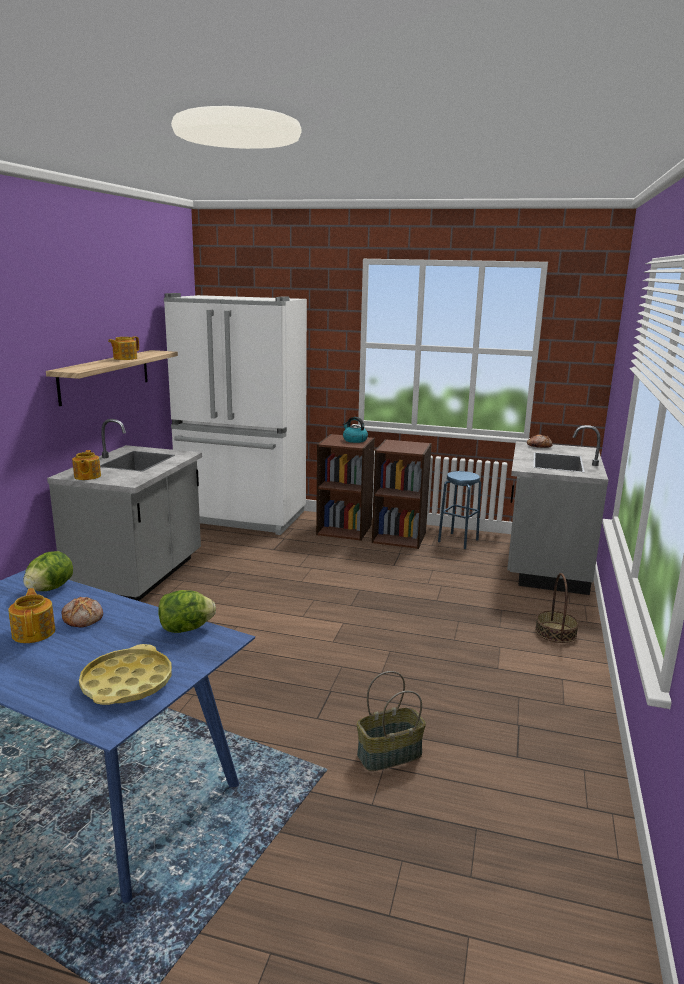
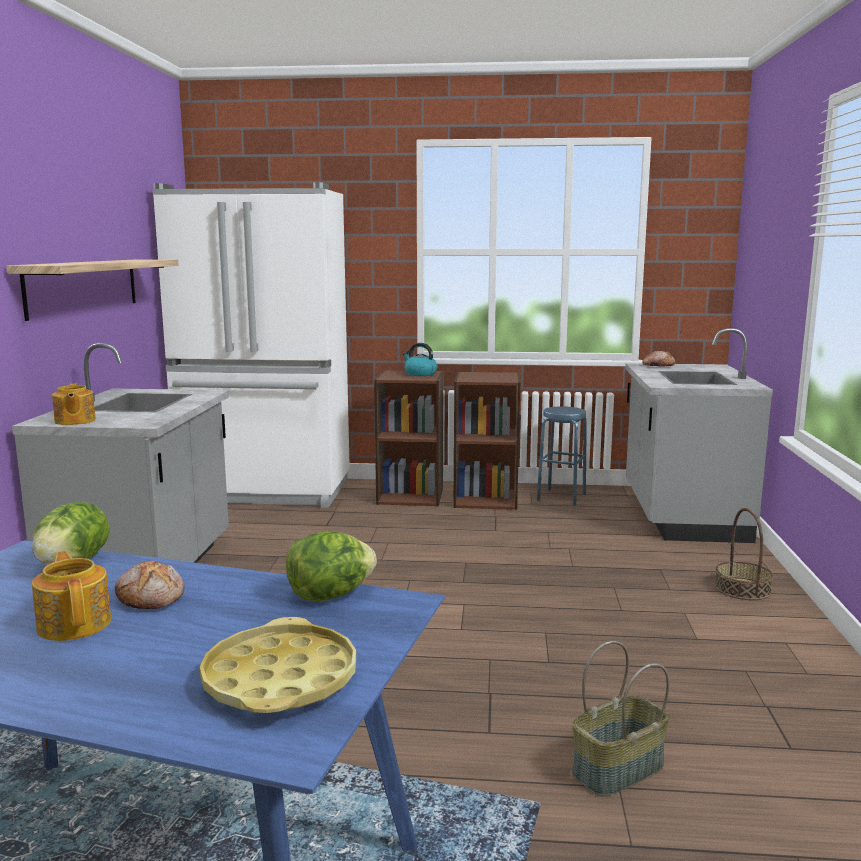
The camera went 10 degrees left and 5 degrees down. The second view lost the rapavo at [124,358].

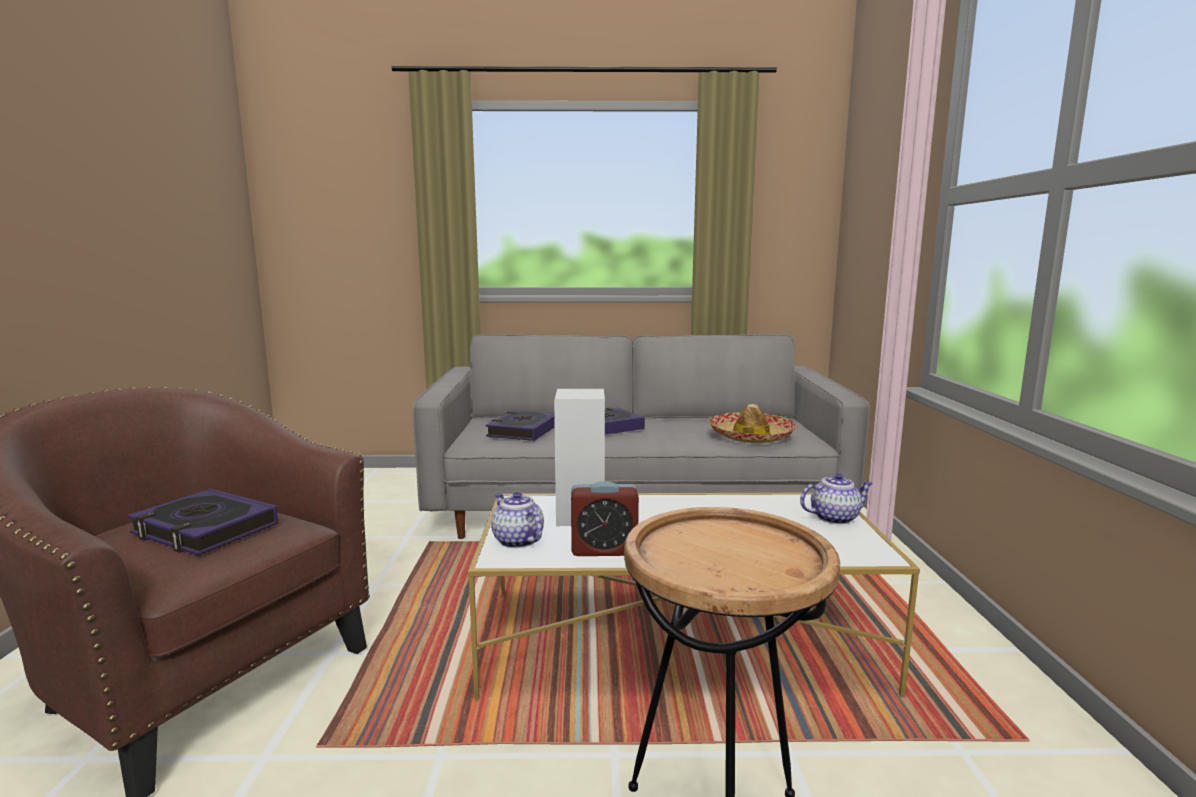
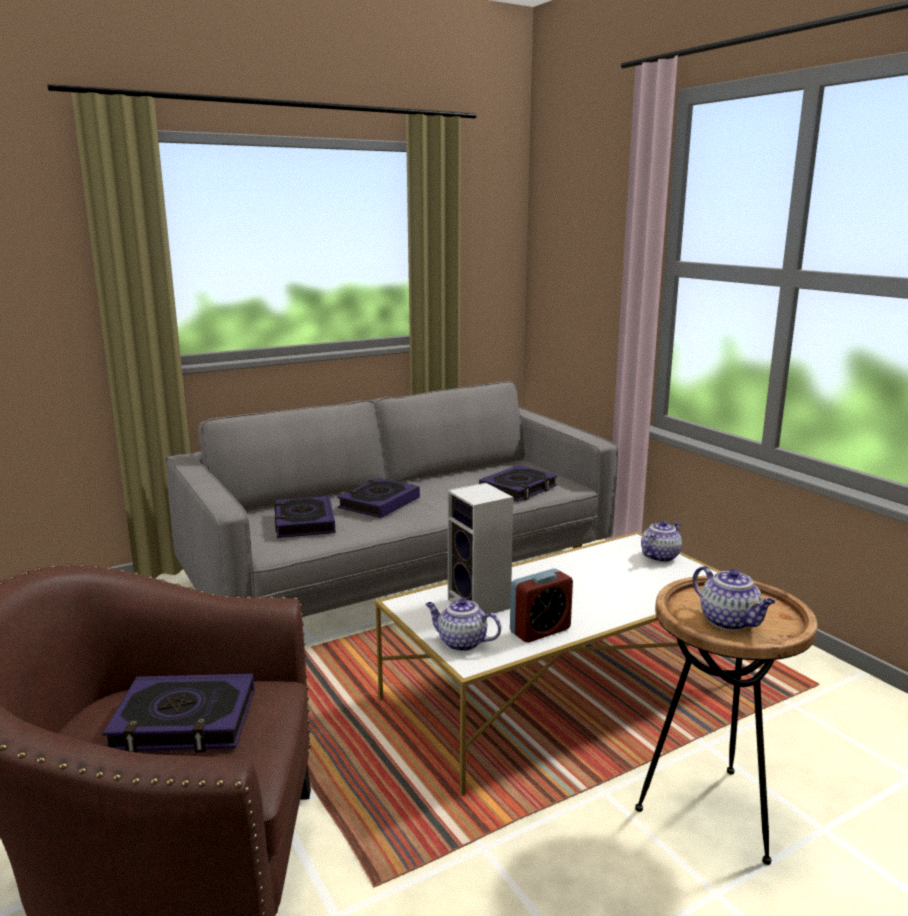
The camera went 30 degrees left and 5 degrees up. Where the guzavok stood at [750,436], the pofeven came to stand at [518,489]. The second view gained the rapavo at [730,621].

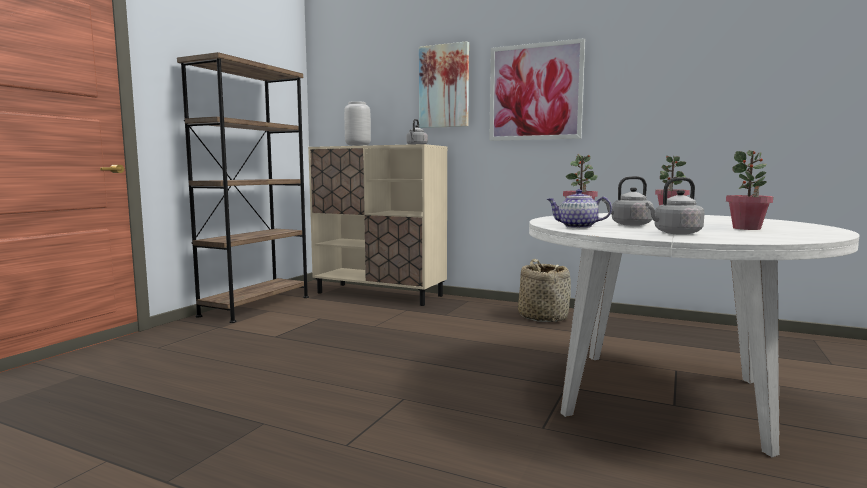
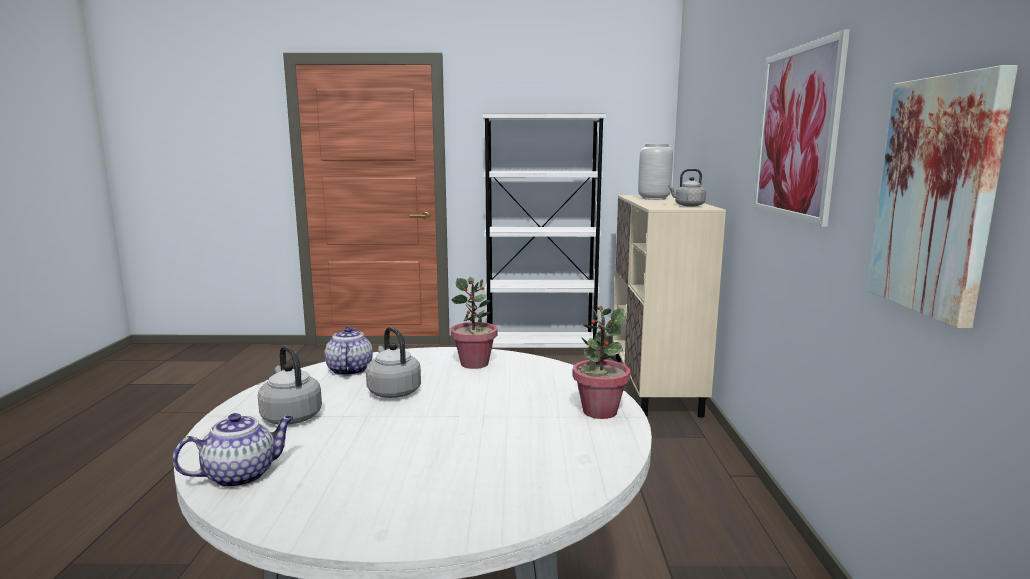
The camera went 65 degrees right and 5 degrees up. What was the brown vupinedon at [256,306] turned into the white vupinedon at [540,353]. The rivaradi ended up elsewhere, having gone from [444,86] to [937,196]. The second view lost the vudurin at [543,317]. The second view lost the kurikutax at [746,228]. The second view gained the rapavo at [241,475].

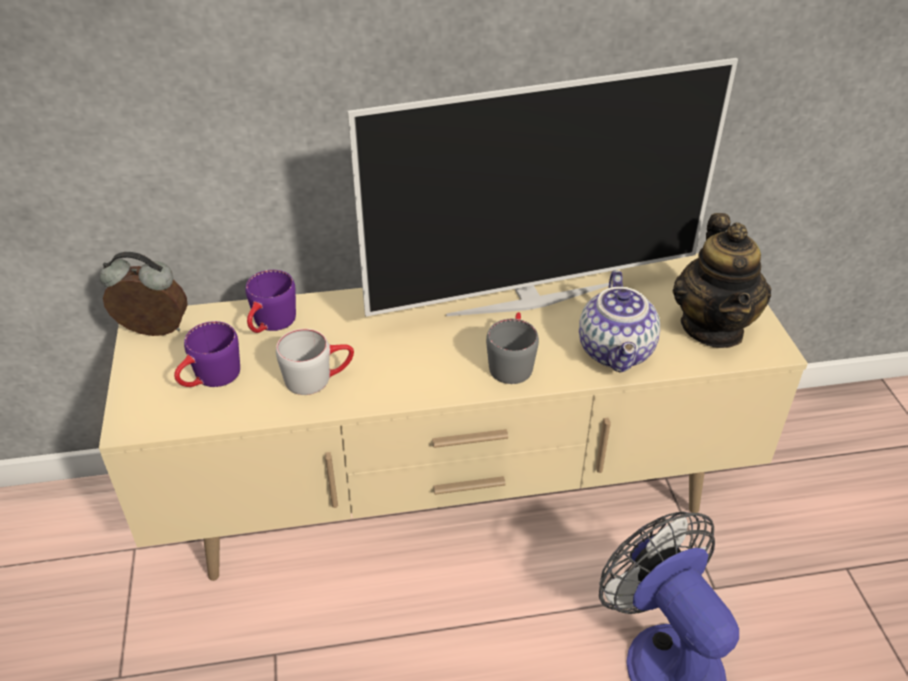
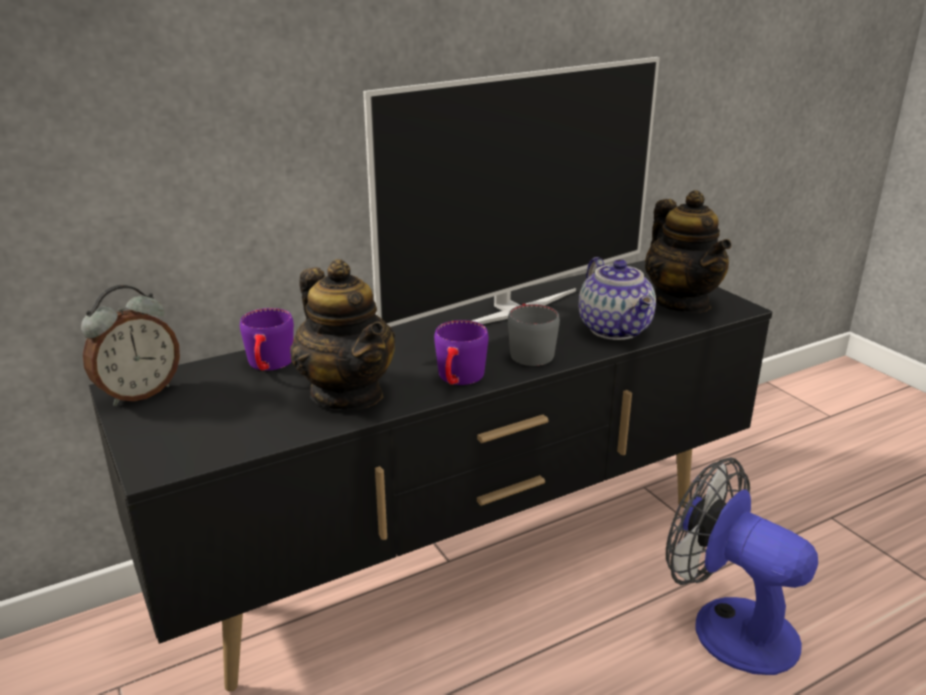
The camera went 20 degrees left and 15 degrees down. What was the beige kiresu at [455,503] turned into the black kiresu at [463,552]. The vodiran at [153,333] ended up facing another way, 150 degrees clockwise from before. The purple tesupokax ended up elsewhere, having gone from [210,379] to [459,380]. Where the grey tesupokax stood at [318,378], the rapavo came to stand at [347,394].

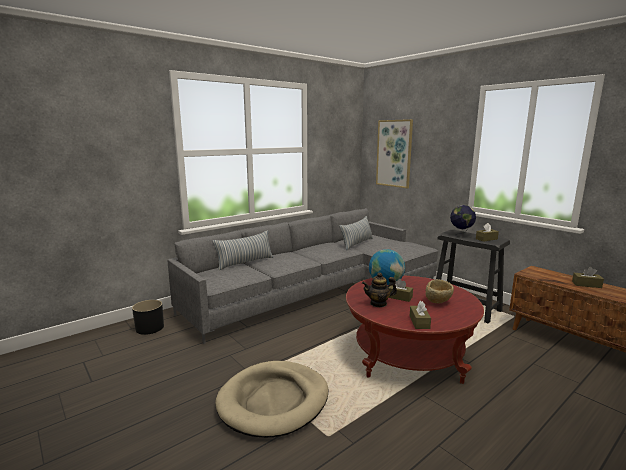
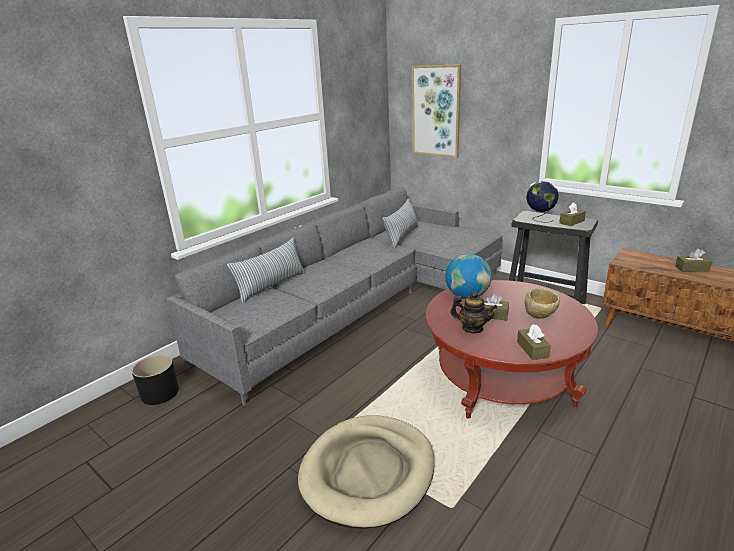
The camera went 10 degrees left and 10 degrees up. The rapavo at [378,303] ended up facing another way, 135 degrees counterclockwise from before.

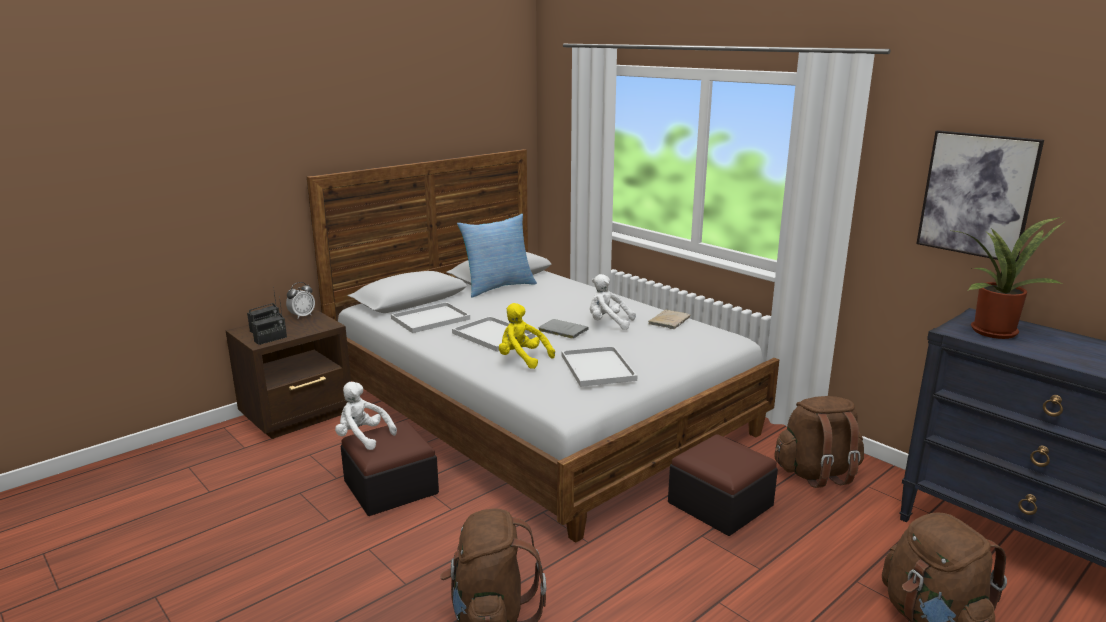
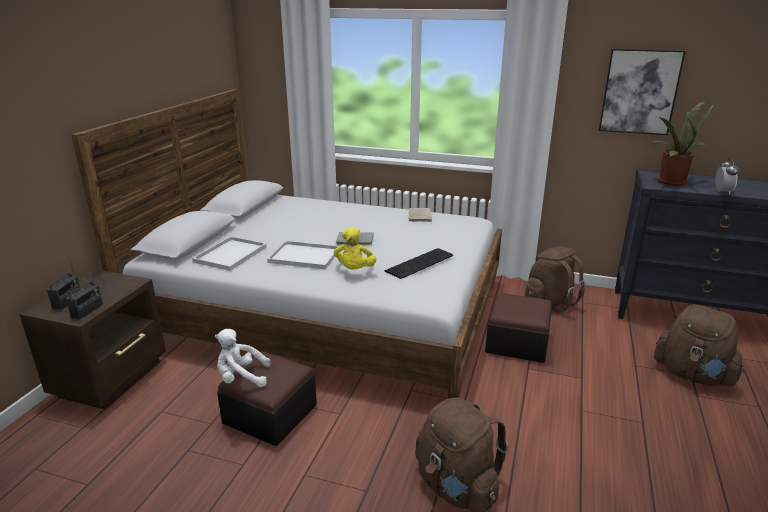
The camera went 30 degrees left and 5 degrees up. The vodiran ended up elsewhere, having gone from [302,316] to [722,192]. The second view lost the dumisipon at [498,287]. The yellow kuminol at [522,359] ended up facing another way, 90 degrees counterclockwise from before. Where the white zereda stood at [599,368], the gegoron came to stand at [421,263]. The second view lost the white kuminol at [608,323].

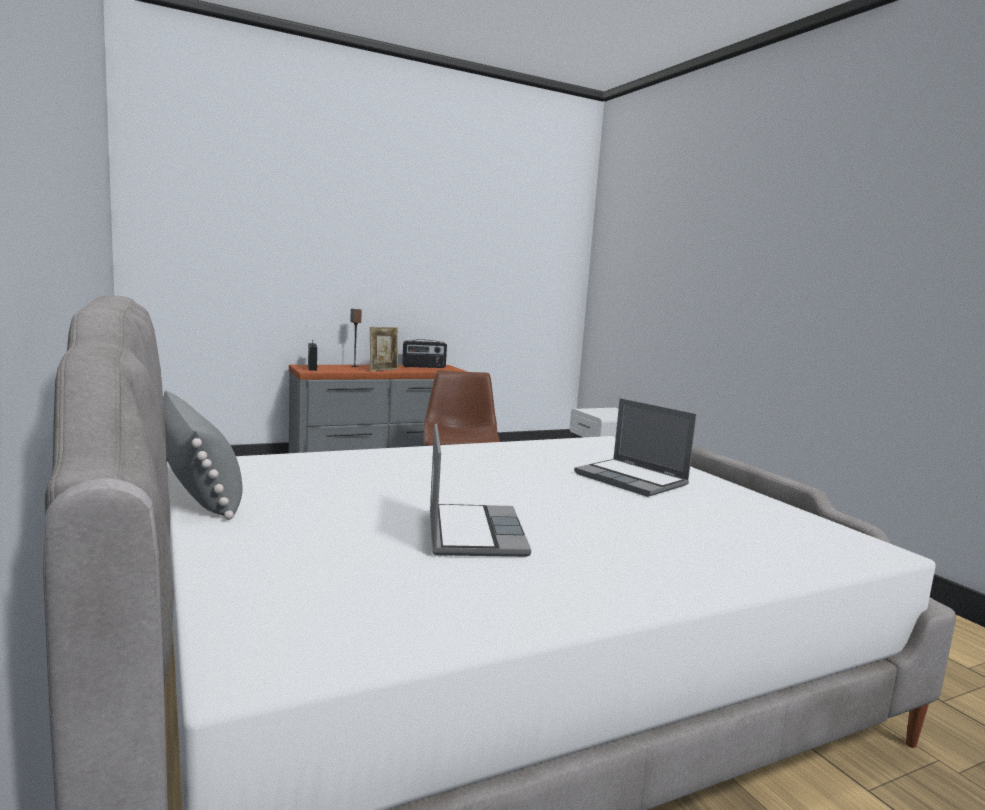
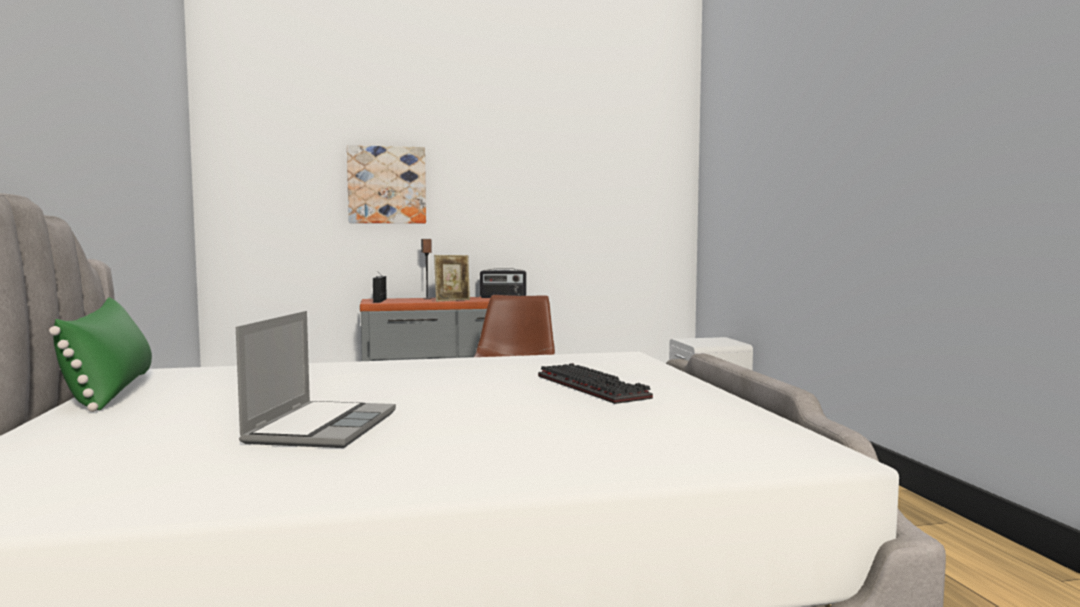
The camera went 15 degrees right and 5 degrees down. What was the grey dumisipon at [200,490] turned into the green dumisipon at [111,390]. Where the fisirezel stood at [632,480], the gegoron came to stand at [595,387]. The second view gained the rivaradi at [387,185].

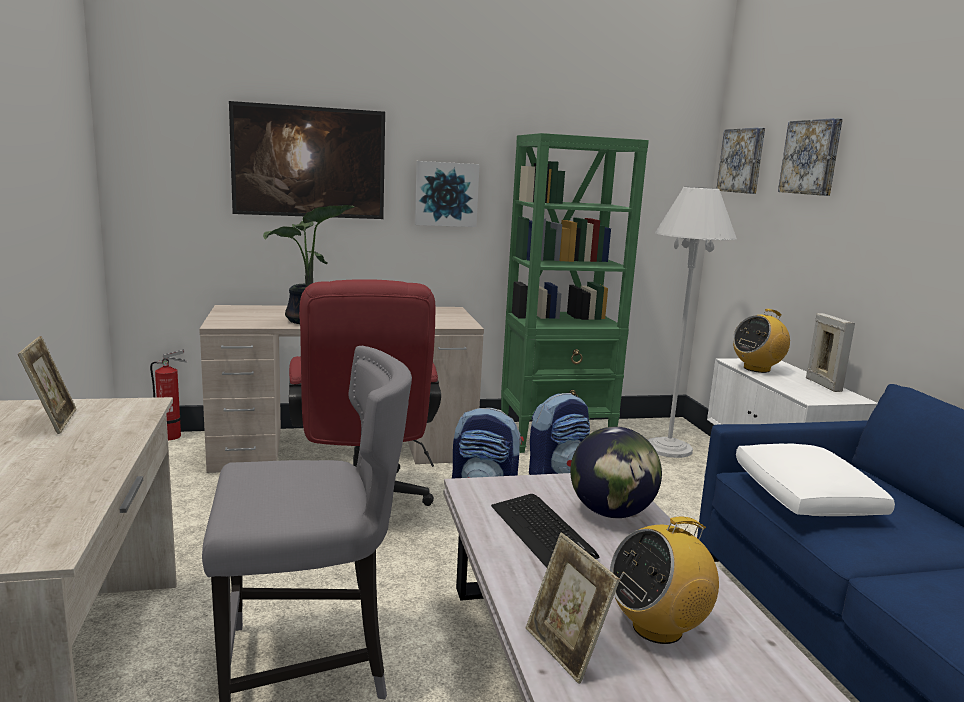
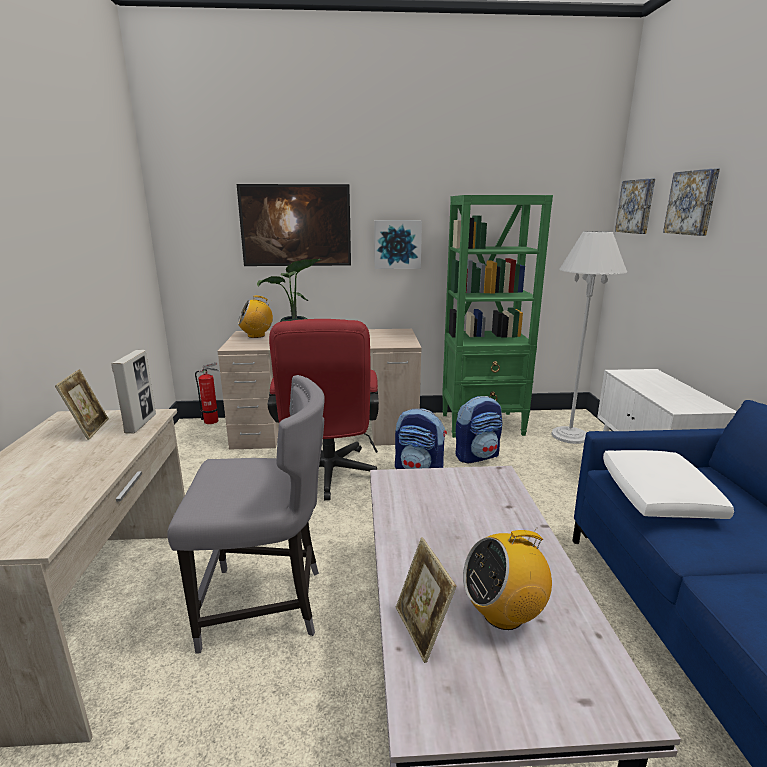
The camera went 10 degrees right and 5 degrees up. The second view lost the gegoron at [542,531]. The second view lost the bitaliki at [611,513]. The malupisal ended up elsewhere, having gone from [757,369] to [256,335]. The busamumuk ended up elsewhere, having gone from [823,385] to [141,423].

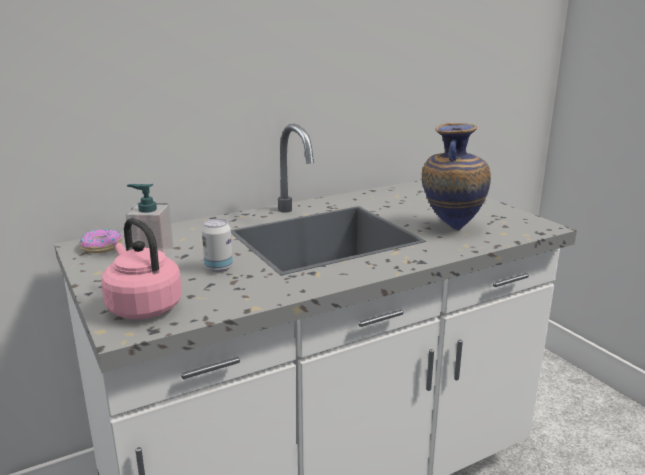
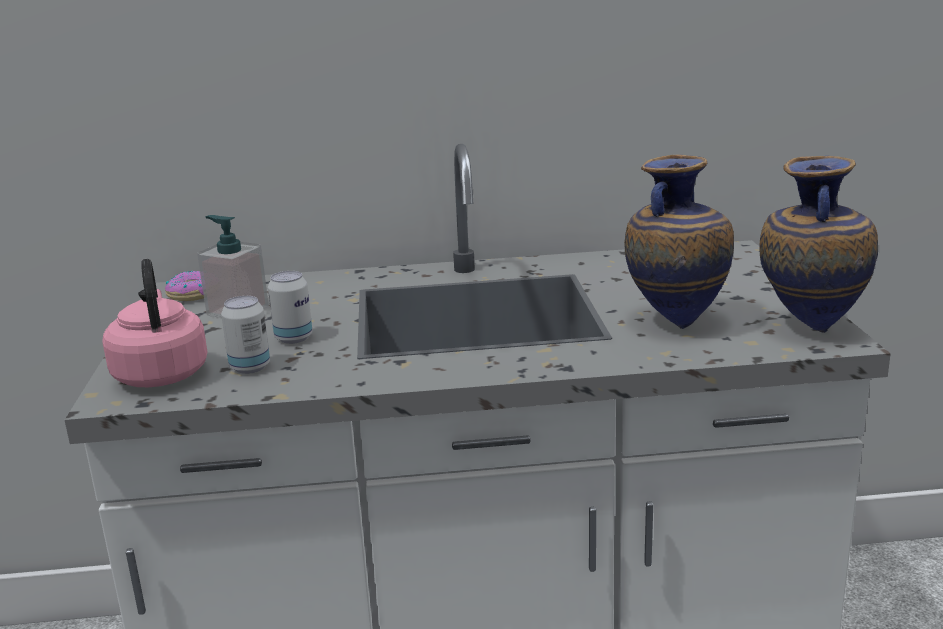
The camera went 25 degrees right and 0 degrees up. The second view gained the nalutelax at [250,367]. The second view gained the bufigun at [808,329].

